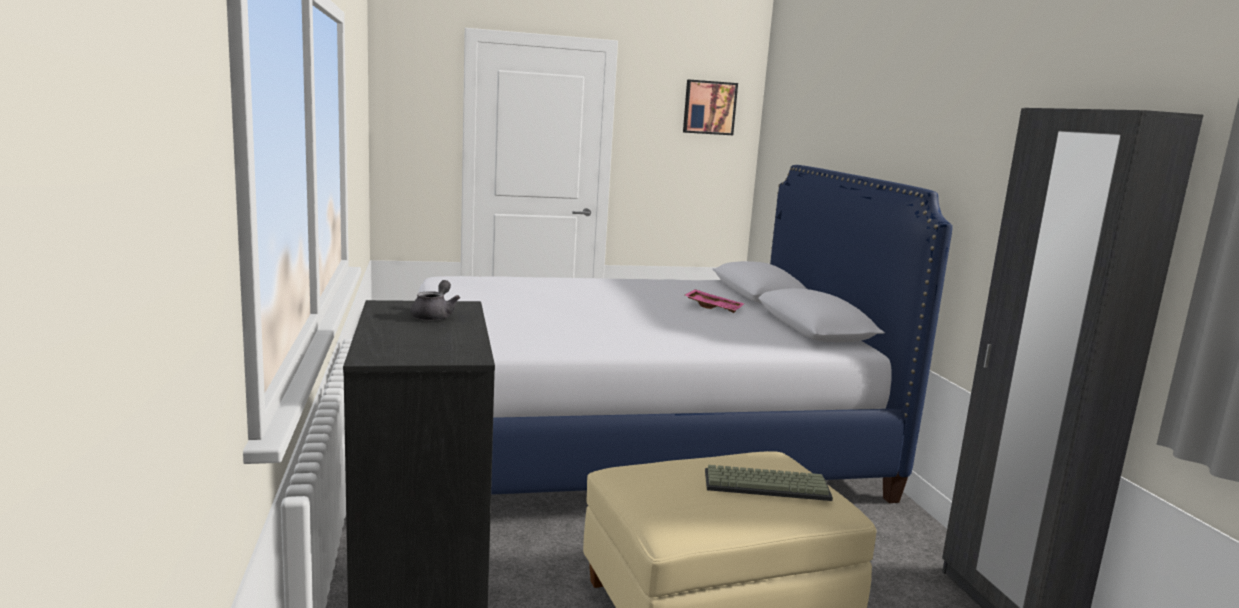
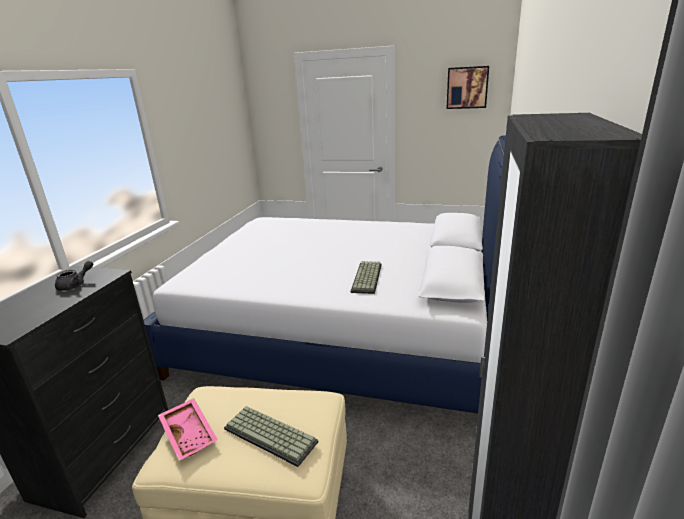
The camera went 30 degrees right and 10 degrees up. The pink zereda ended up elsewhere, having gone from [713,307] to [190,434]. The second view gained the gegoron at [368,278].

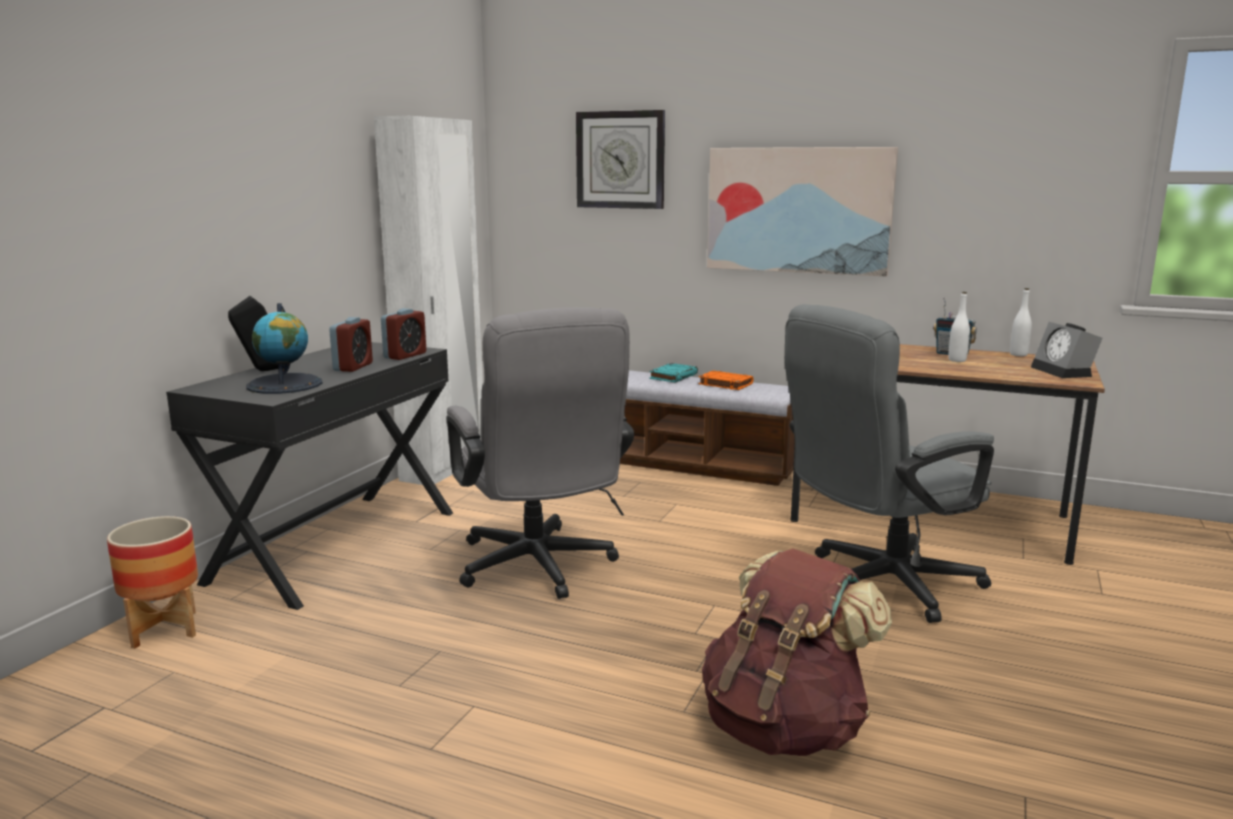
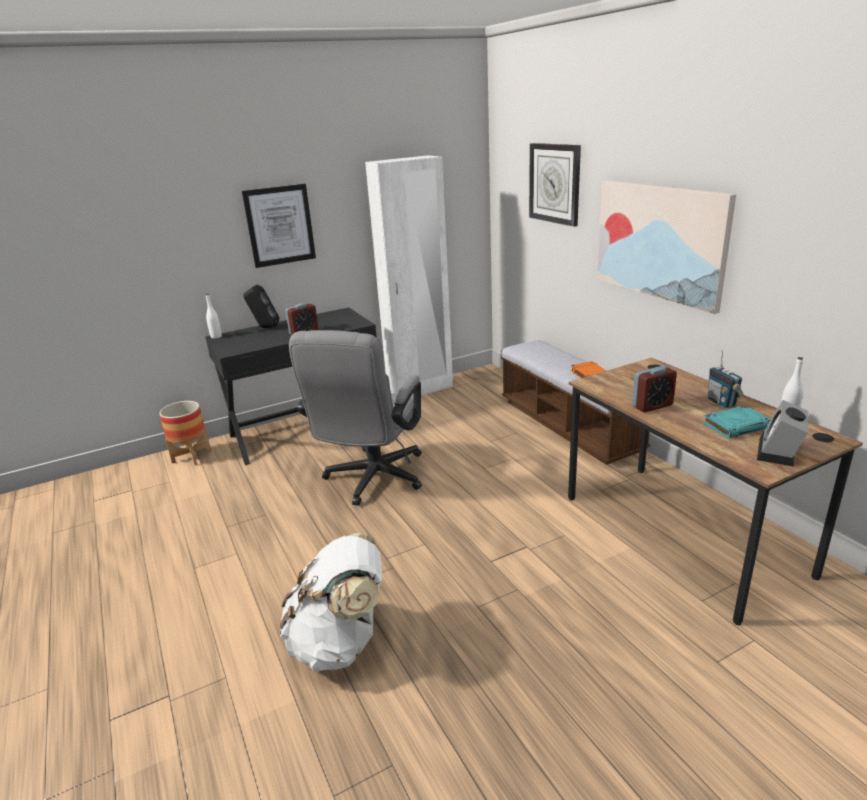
The camera went 40 degrees right and 10 degrees up. The second view lost the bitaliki at [285,384]. The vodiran ended up elsewhere, having gone from [405,355] to [652,406]. The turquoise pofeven ended up elsewhere, having gone from [673,376] to [736,425]. What was the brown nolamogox at [785,727] turned into the white nolamogox at [340,642]. The second view lost the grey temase at [877,585]. The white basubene ended up elsewhere, having gone from [957,360] to [216,337]. The second view gained the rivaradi at [279,225].

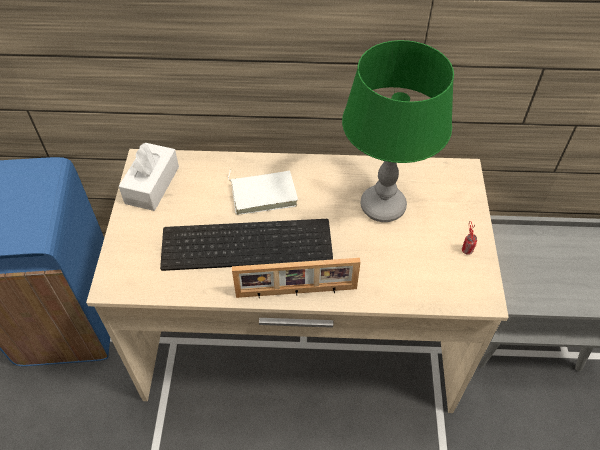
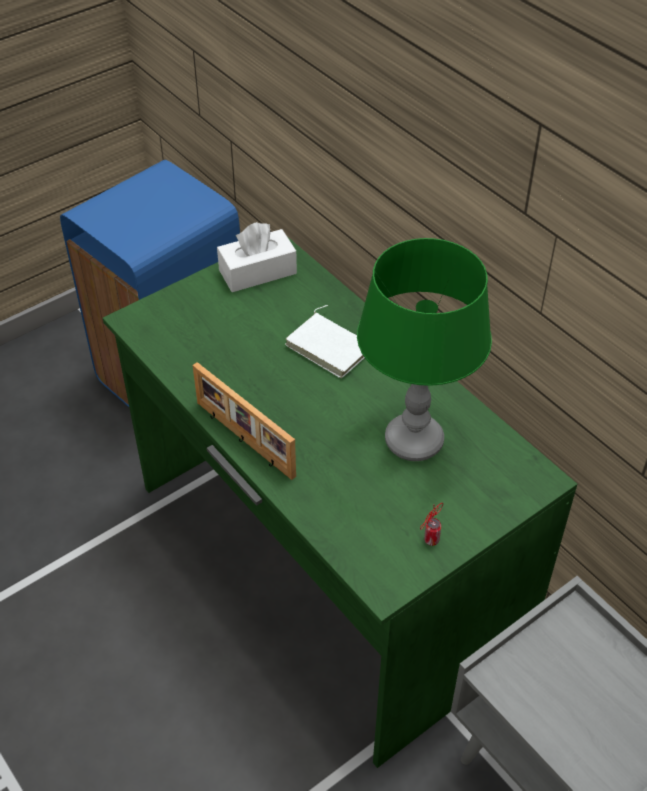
The camera went 50 degrees right and 5 degrees down. What was the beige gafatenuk at [300,341] turned into the green gafatenuk at [323,567]. The second view lost the gegoron at [248,242].

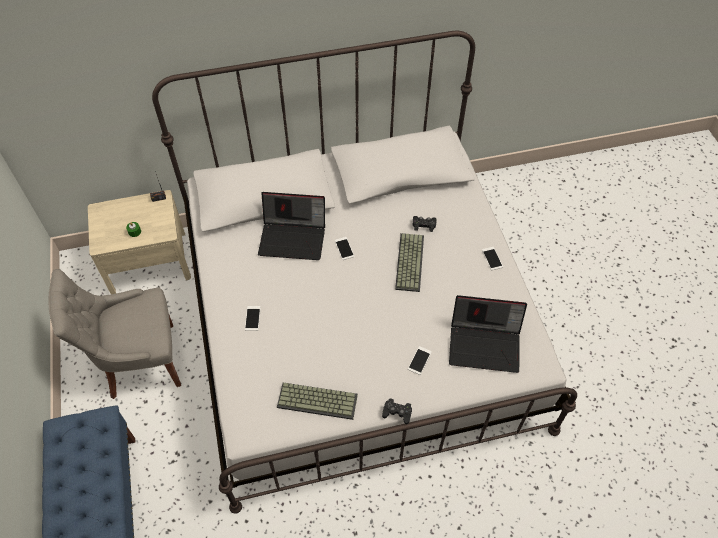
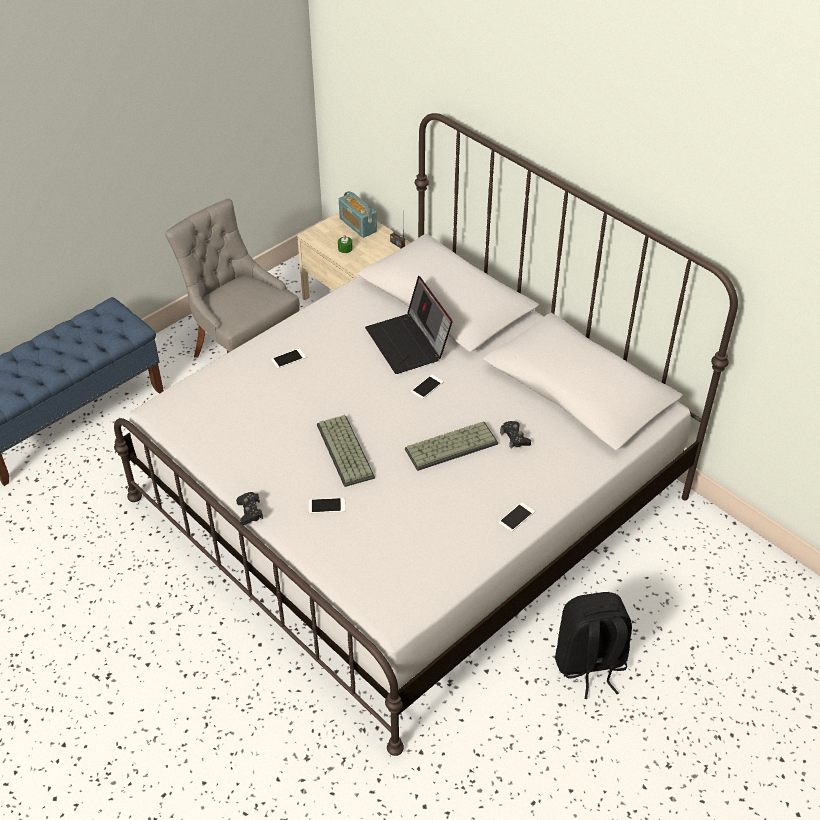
The camera went 60 degrees right and 10 degrees down. The gegoron ended up elsewhere, having gone from [318,400] to [347,451]. The second view lost the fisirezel at [485,344]. The second view gained the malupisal at [357,225]. The second view gained the black nolamogox at [589,664].

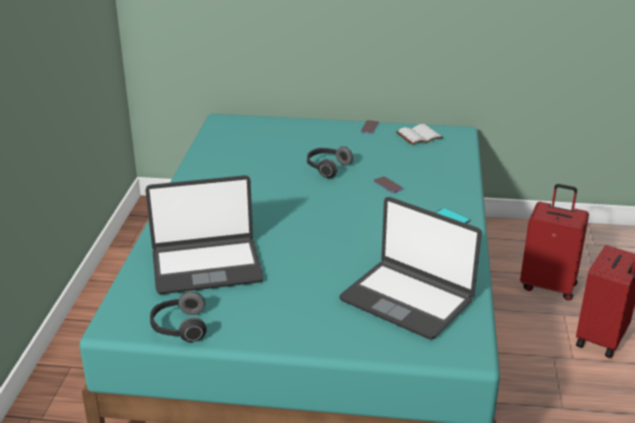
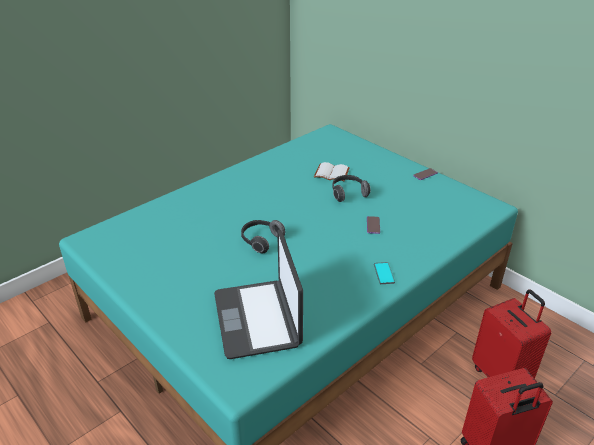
The camera went 40 degrees right and 5 degrees up. The second view lost the fisirezel at [206,266]. The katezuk ended up elsewhere, having gone from [179,328] to [261,241]. The white pofeven ended up elsewhere, having gone from [419,135] to [332,173].

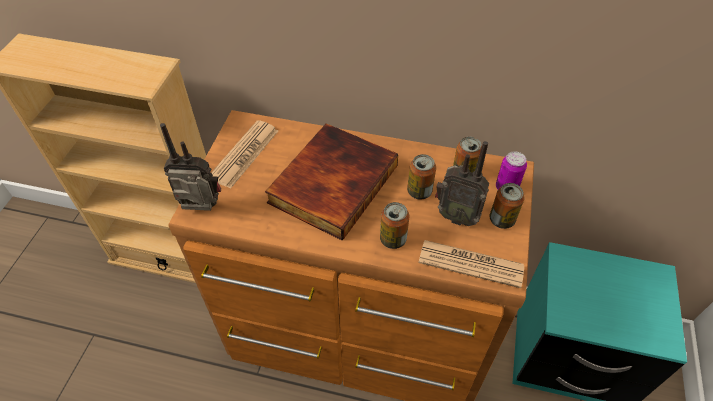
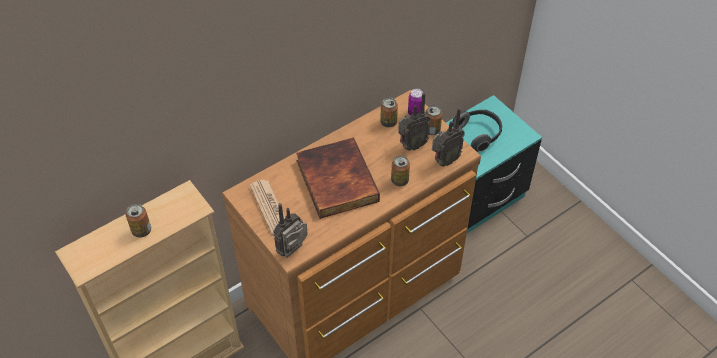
The camera went 50 degrees left and 0 degrees up. The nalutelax ended up elsewhere, having gone from [419,191] to [141,230]. Where the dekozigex stood at [470,264], the malupisal came to stand at [444,161]. The second view gained the katezuk at [478,134].

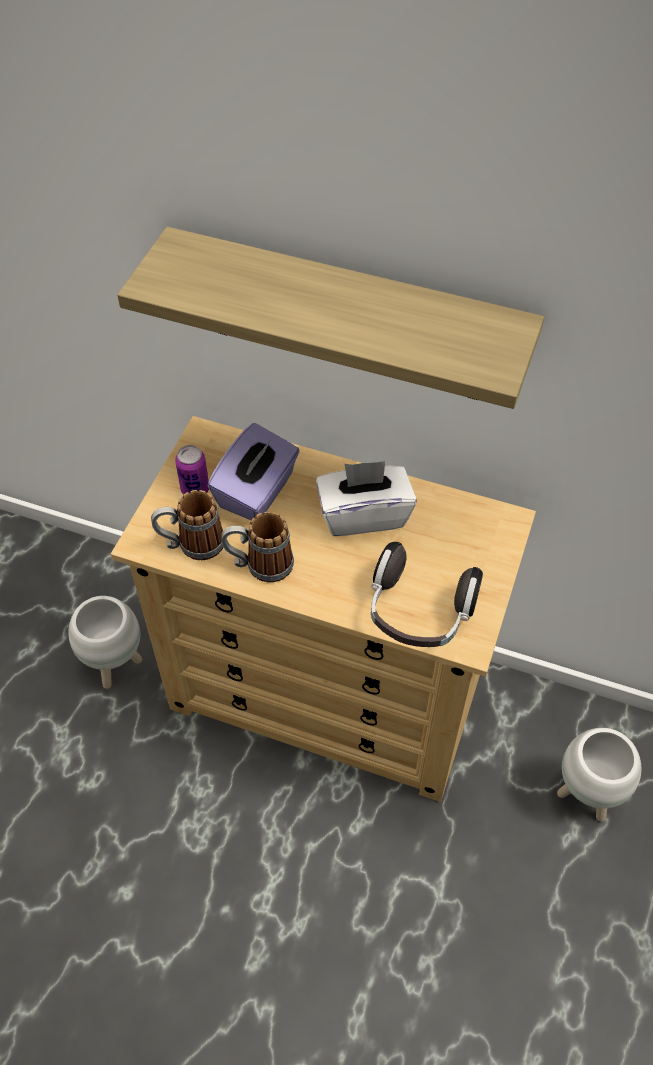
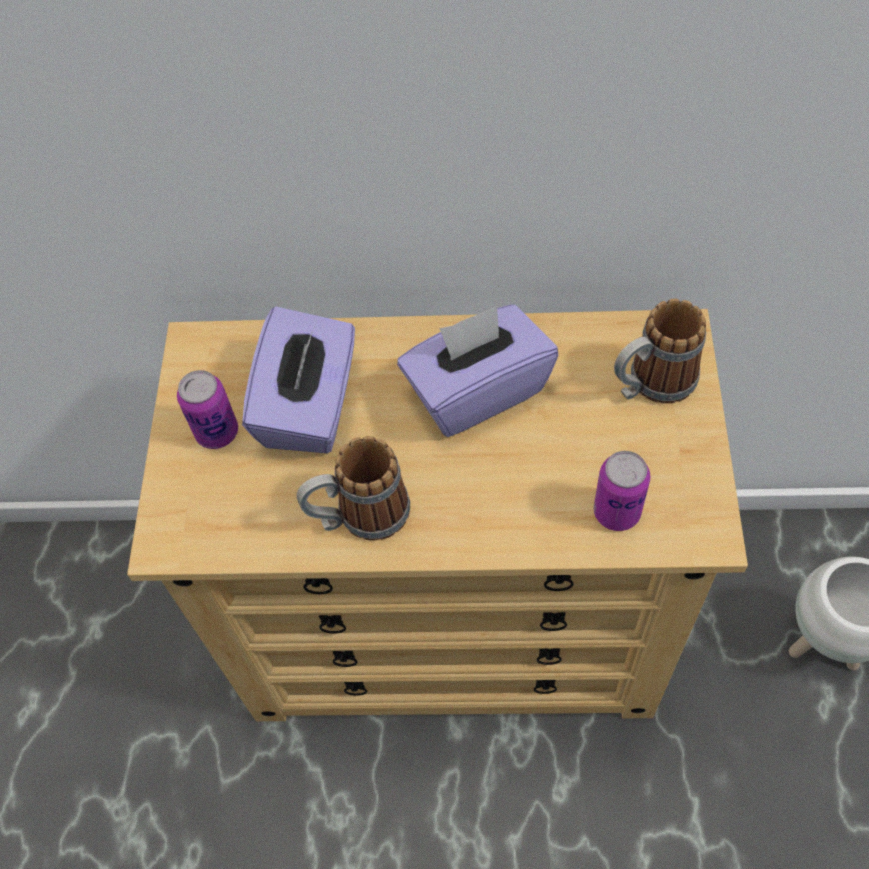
The camera went 15 degrees left and 5 degrees up. The second view lost the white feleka at [116,665]. The second view lost the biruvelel at [347,318]. The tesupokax ended up elsewhere, having gone from [192,545] to [650,385]. What was the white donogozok at [363,514] turned into the purple donogozok at [476,391]. Where the katezuk stood at [418,613], the nalutelax came to stand at [616,512].

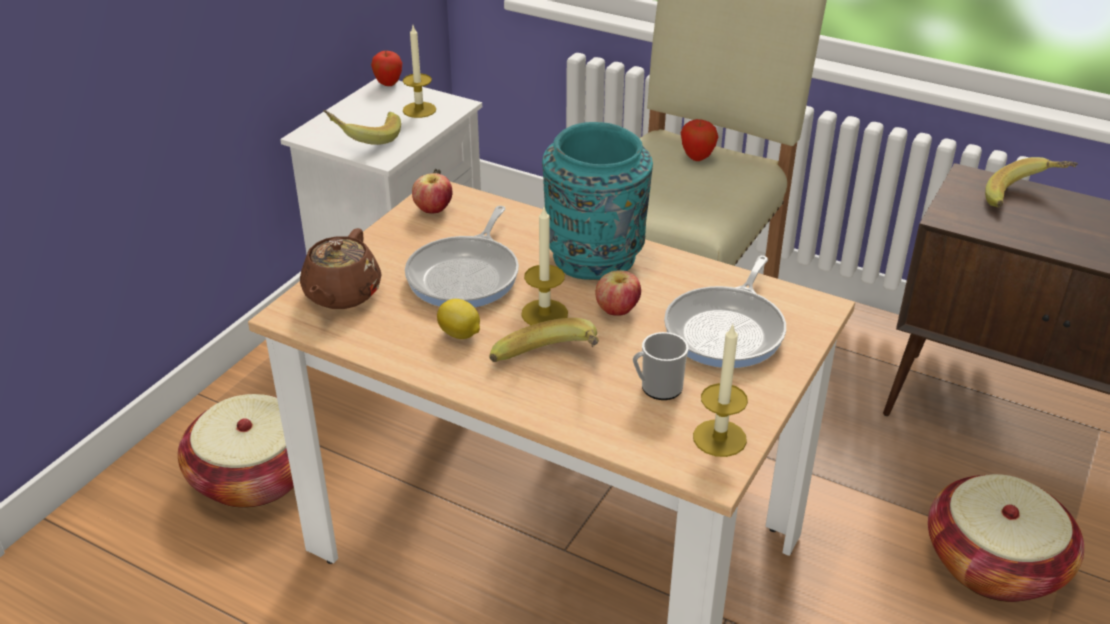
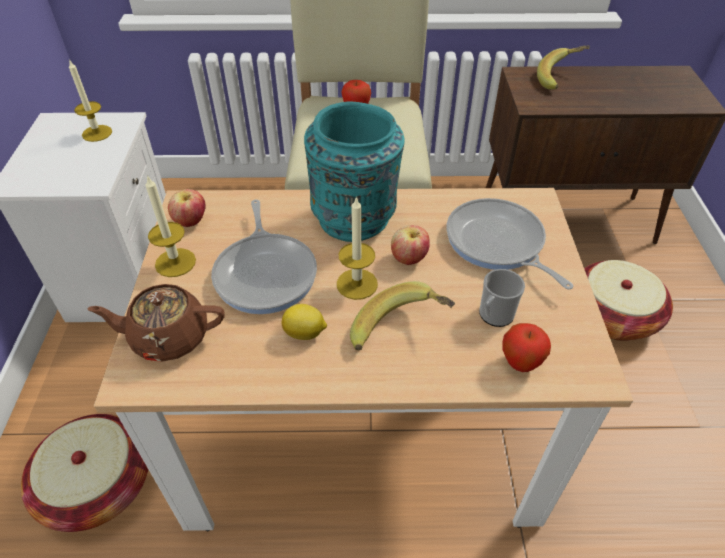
The camera went 30 degrees left and 10 degrees up. The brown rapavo at [341,294] ended up facing another way, 105 degrees clockwise from before. The second view lost the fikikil at [365,138]. The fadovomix ended up elsewhere, having gone from [388,84] to [520,363]. The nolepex at [727,330] ended up facing another way, 150 degrees clockwise from before. The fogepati ended up elsewhere, having gone from [719,438] to [175,262].

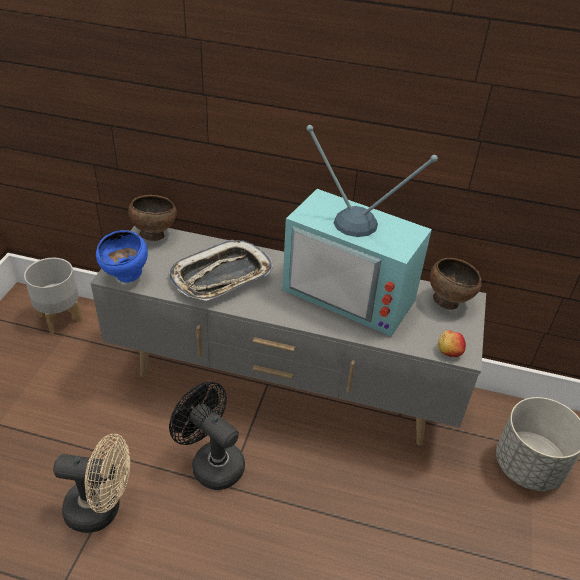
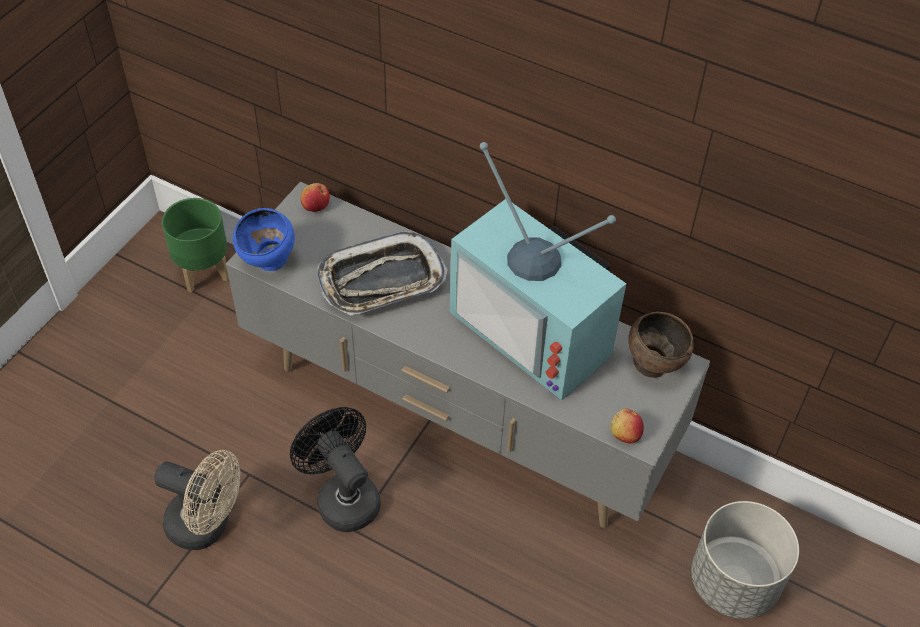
The camera went 15 degrees right and 10 degrees up. What was the grey feleka at [59,318] turned into the green feleka at [202,272]. Where the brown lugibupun stood at [154,235], the fadovomix came to stand at [315,205].

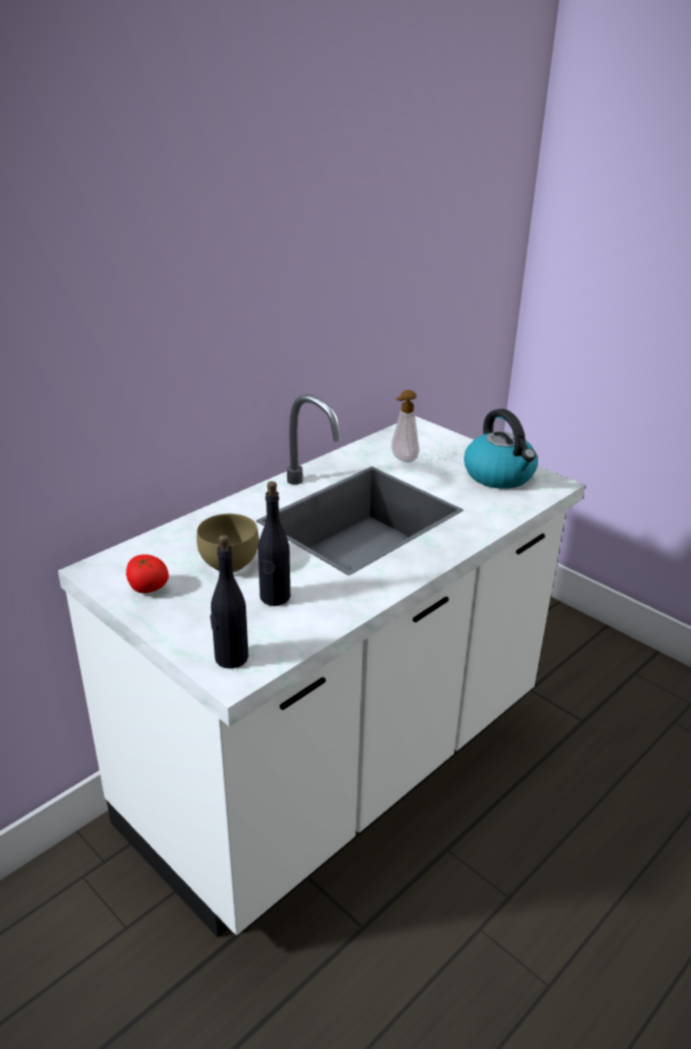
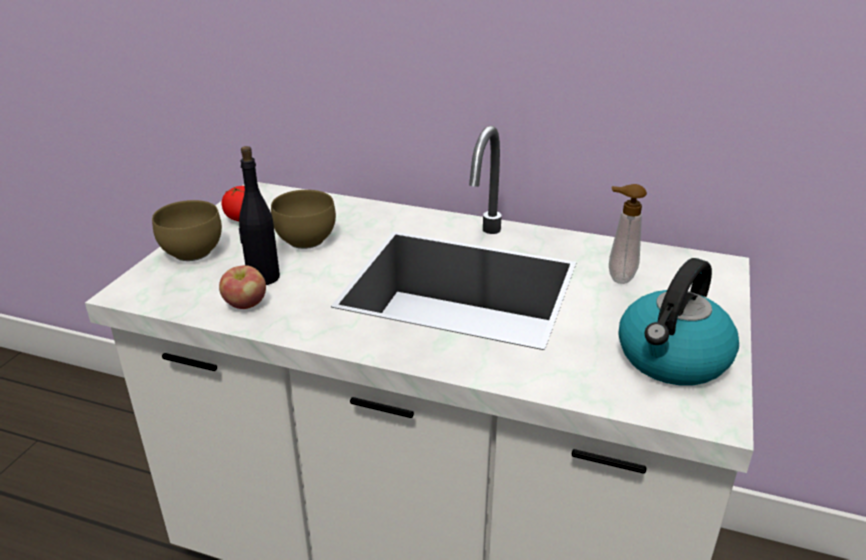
The camera went 65 degrees right and 0 degrees up. The second view lost the black basubene at [231,658]. The second view gained the brown lugibupun at [190,253]. The second view gained the fadovomix at [245,304].

